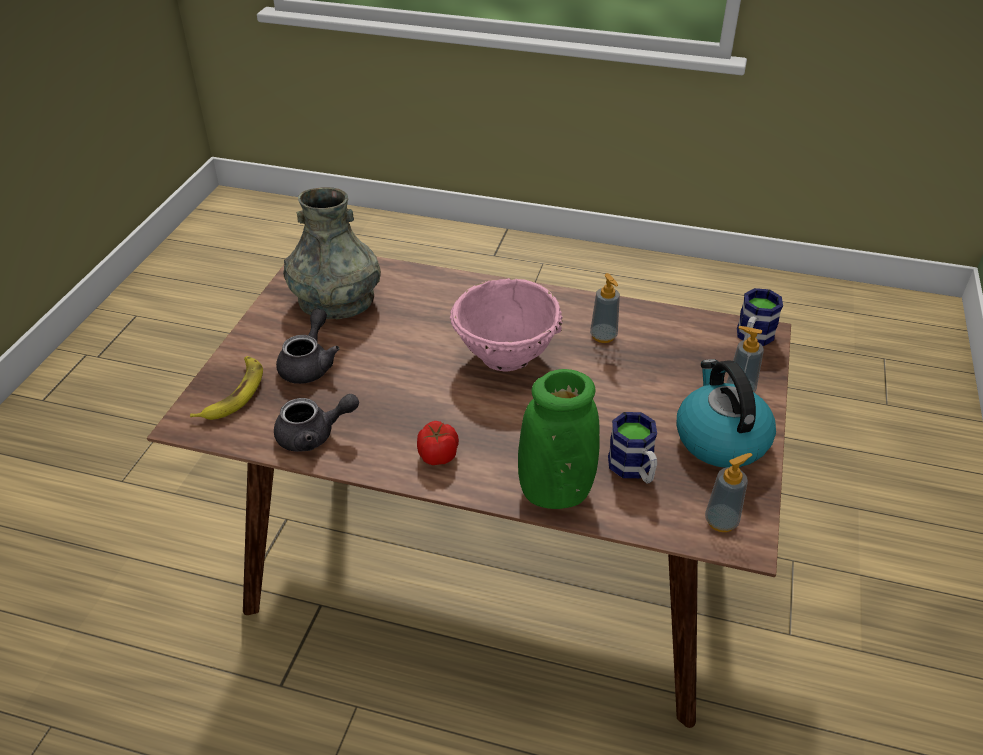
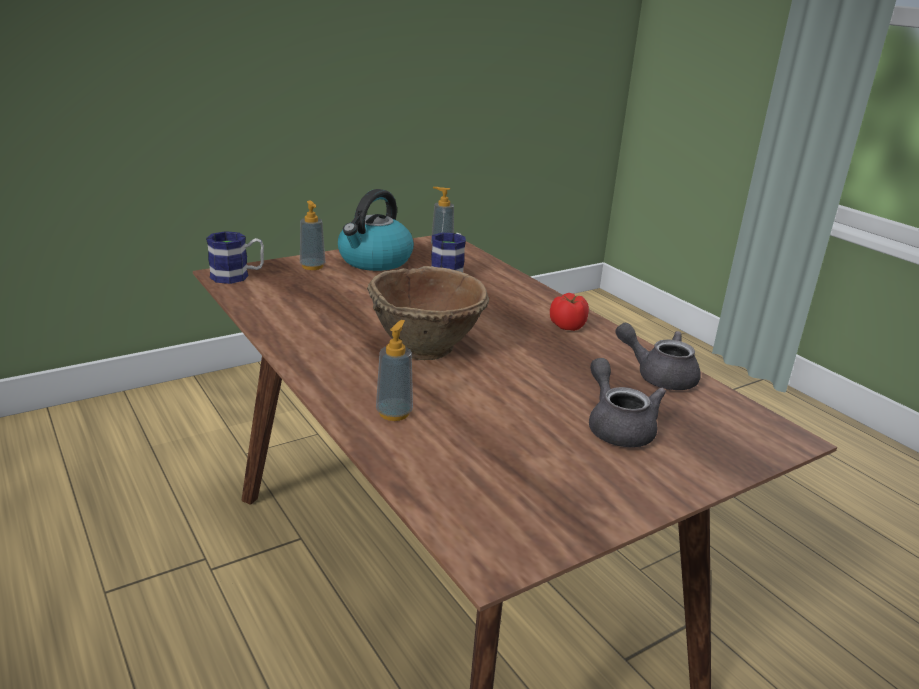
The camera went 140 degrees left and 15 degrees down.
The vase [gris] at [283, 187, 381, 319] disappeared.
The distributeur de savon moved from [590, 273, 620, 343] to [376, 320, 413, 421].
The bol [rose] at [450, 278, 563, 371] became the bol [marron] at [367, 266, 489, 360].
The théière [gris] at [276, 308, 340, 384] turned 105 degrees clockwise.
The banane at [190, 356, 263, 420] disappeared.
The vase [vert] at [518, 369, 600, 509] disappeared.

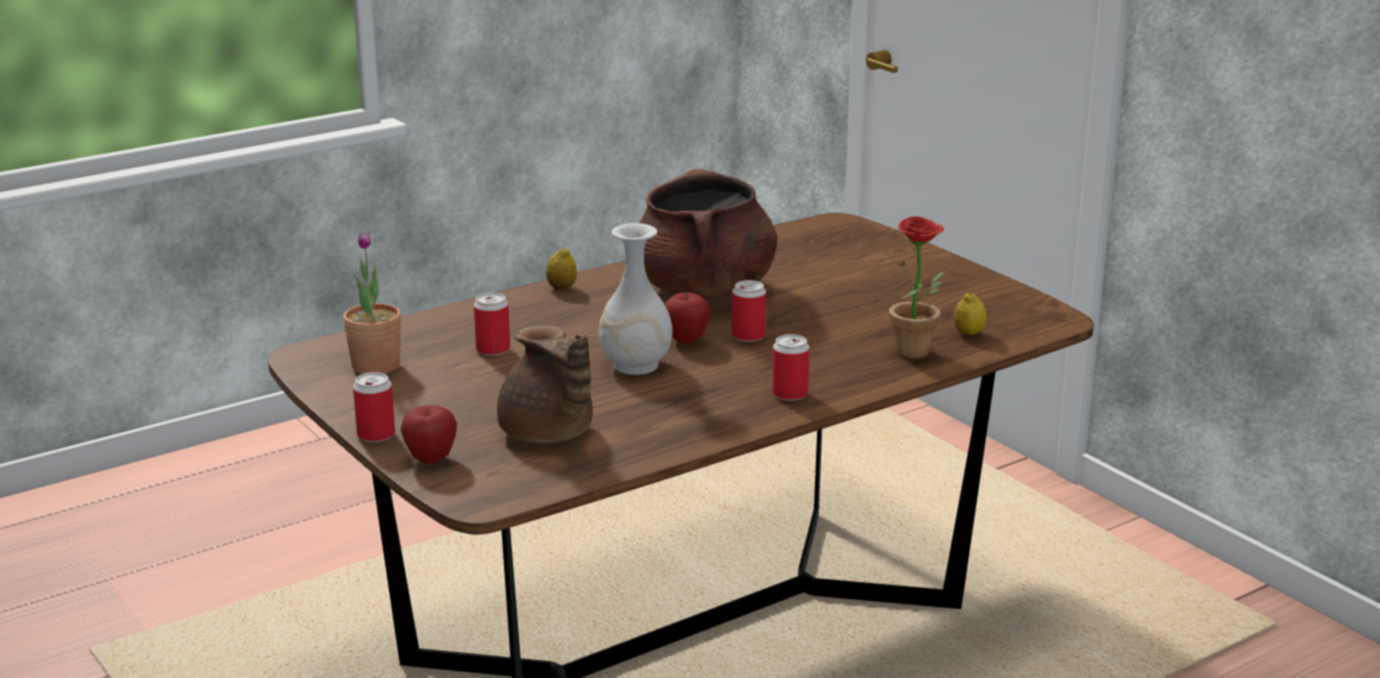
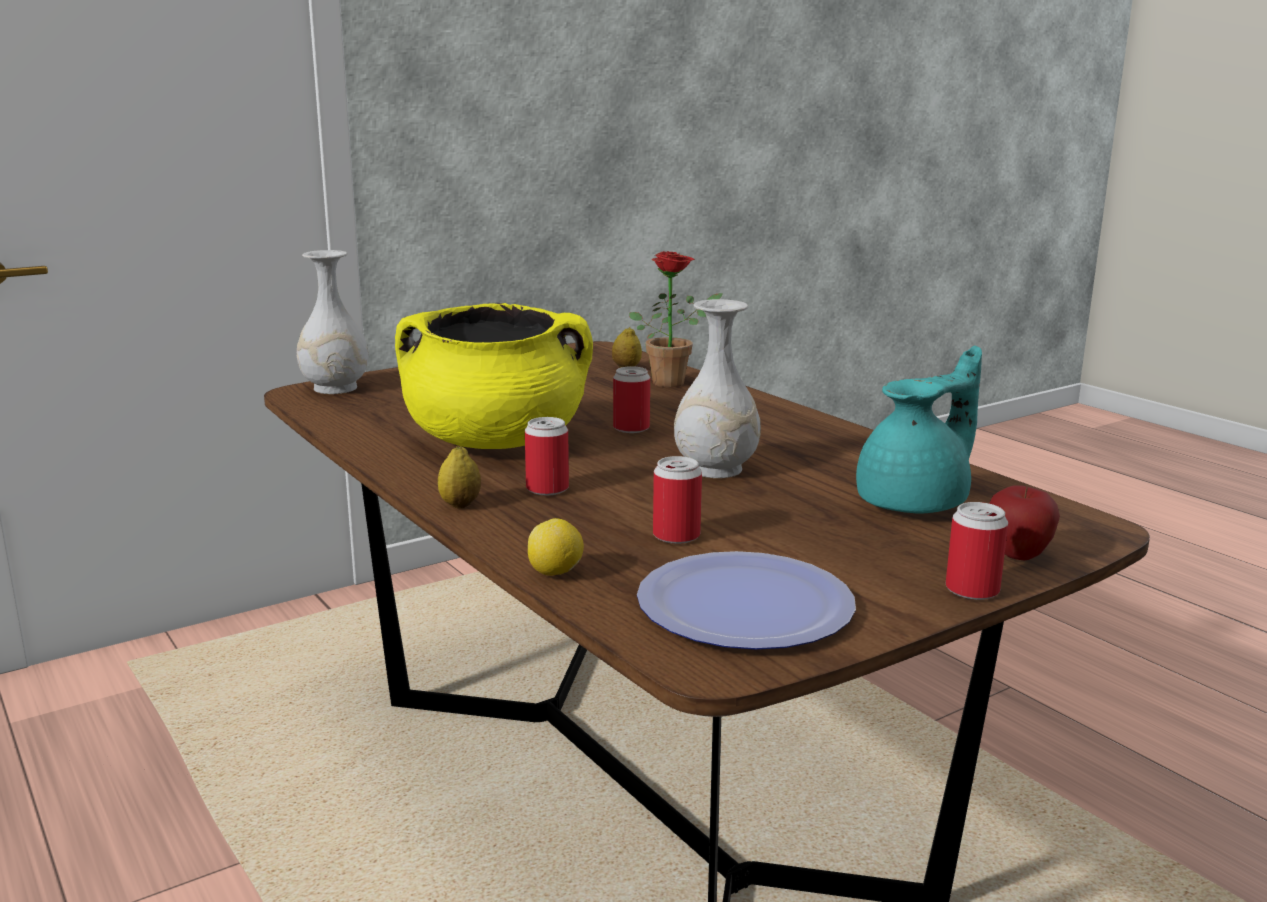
The camera went 90 degrees left and 5 degrees down.
The marmite [marron] at [639, 169, 777, 300] became the marmite [jaune] at [395, 303, 593, 449].
The plante en pot at [343, 231, 401, 374] was replaced by the assiette at [637, 551, 856, 650].
The pomme at [665, 293, 711, 344] disappeared.
The théière [marron] at [497, 326, 593, 443] became the théière [turquoise] at [856, 345, 982, 513].
The boîte métallique moved from [772, 334, 810, 401] to [525, 417, 569, 495].
The vase [blanc] at [297, 250, 369, 394] appeared.
The citron at [528, 518, 584, 576] appeared.

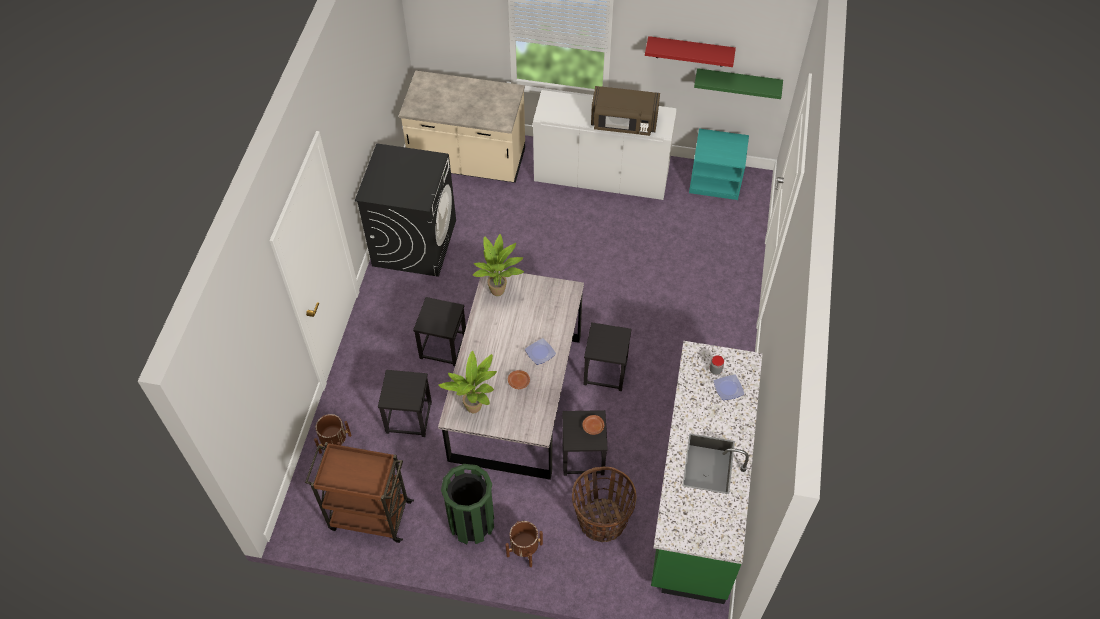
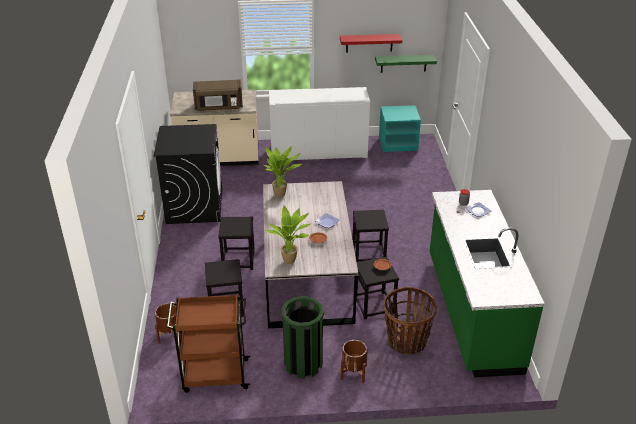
The camera went 15 degrees left and 20 degrees down.
The micro-ondes [marron] moved from [591, 86, 660, 136] to [193, 79, 243, 111].

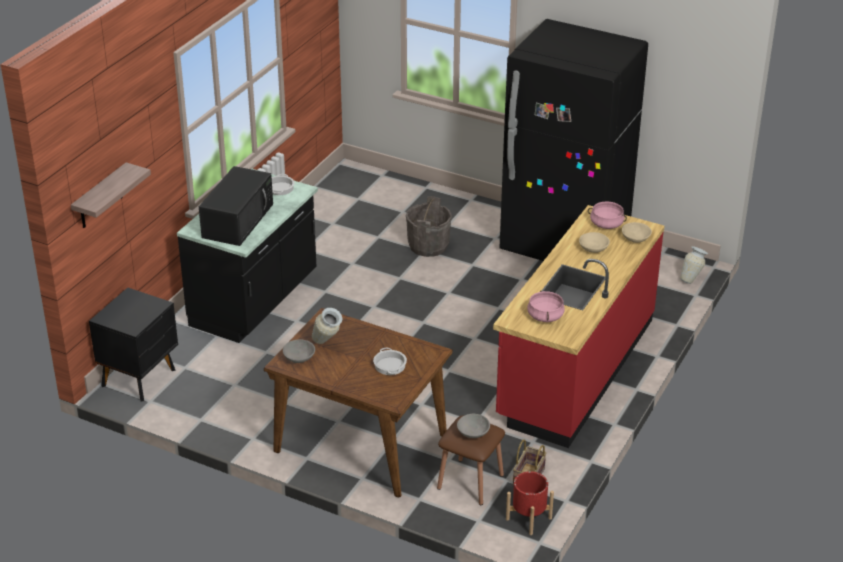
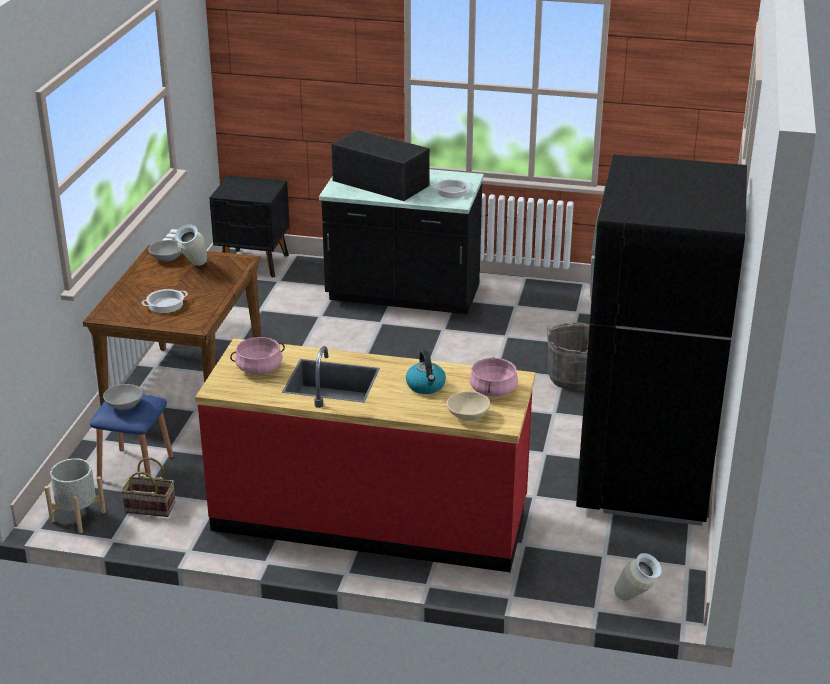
The camera went 75 degrees right and 5 degrees down.
The étagère at [71, 162, 151, 228] disappeared.
The micro-ondes [noir] at [199, 166, 273, 246] turned 150 degrees counterclockwise.
The bol [beige] at [579, 232, 610, 253] was replaced by the bouilloire at [406, 350, 446, 394].
The tabouret [marron] at [437, 415, 505, 505] became the tabouret [bleu] at [90, 395, 174, 480].
The cache-pot [rouge] at [506, 471, 554, 535] became the cache-pot [gris] at [44, 458, 106, 533].

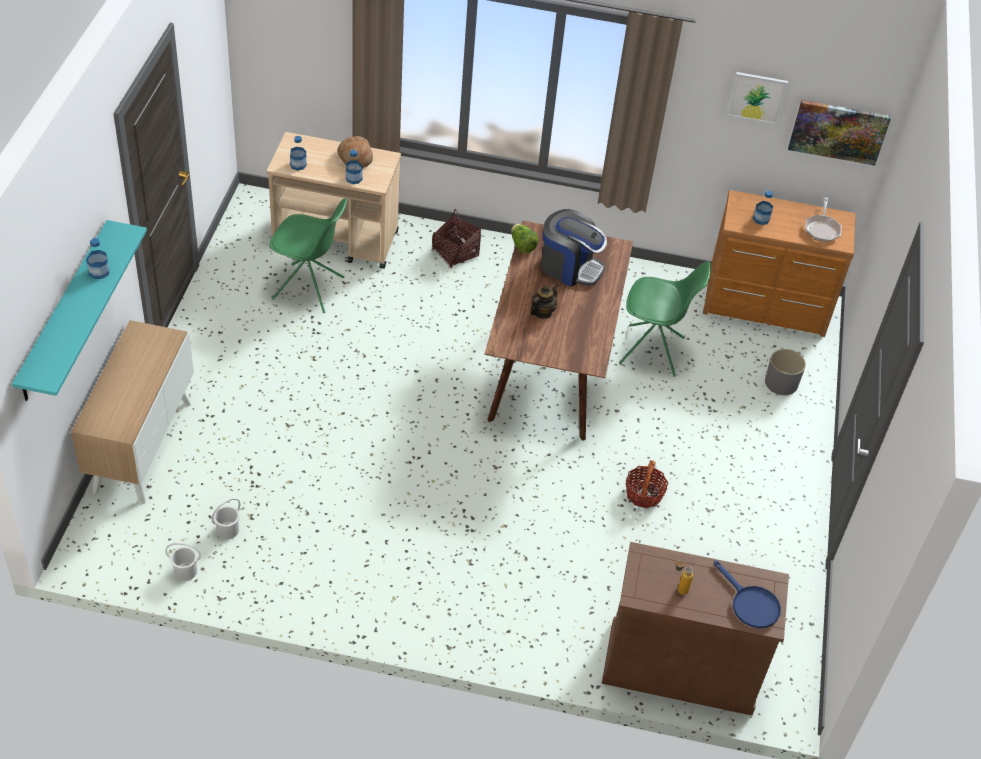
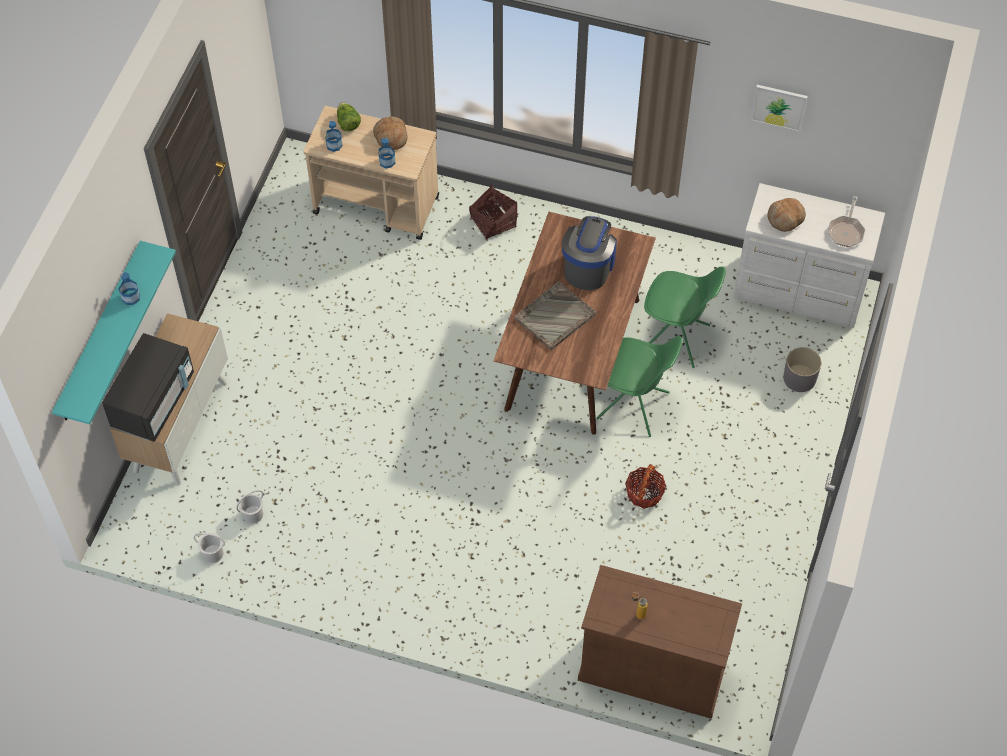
The camera went 10 degrees right and 10 degrees up.
The tableau at [788, 100, 891, 166] disappeared.
The commode [marron] at [703, 190, 856, 337] became the commode [blanc] at [733, 183, 885, 328].
The bouteille at [753, 191, 773, 225] was replaced by the pain at [767, 198, 806, 232].
The chaise [vert] moved from [269, 198, 347, 313] to [597, 336, 683, 437].
The machine à café at [541, 209, 607, 287] turned 105 degrees counterclockwise.
The laitue moved from [511, 224, 539, 253] to [337, 103, 361, 132].
The théière at [530, 284, 559, 319] was replaced by the plateau [gris] at [515, 281, 596, 350].
The poêle [bleu] at [714, 560, 781, 628] disappeared.
The micro-ondes [noir] at [102, 333, 194, 442] appeared.

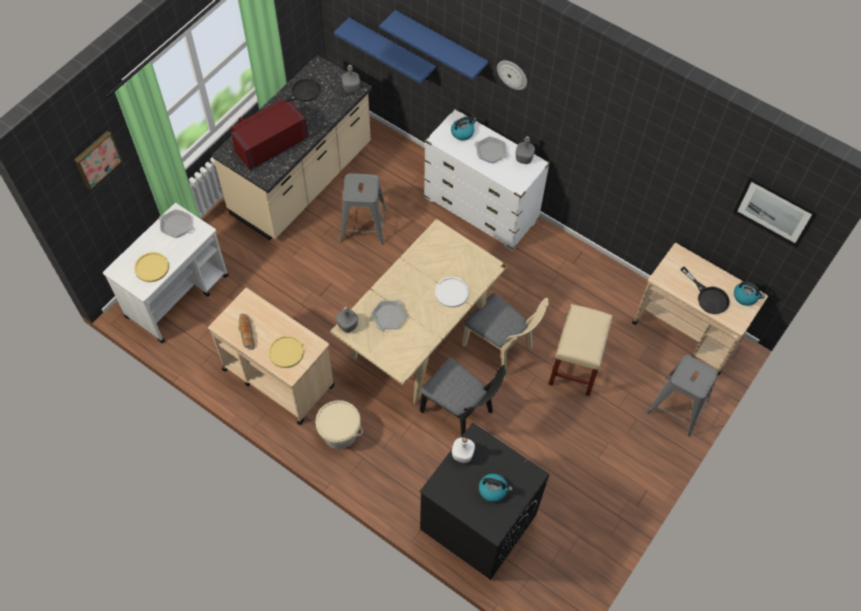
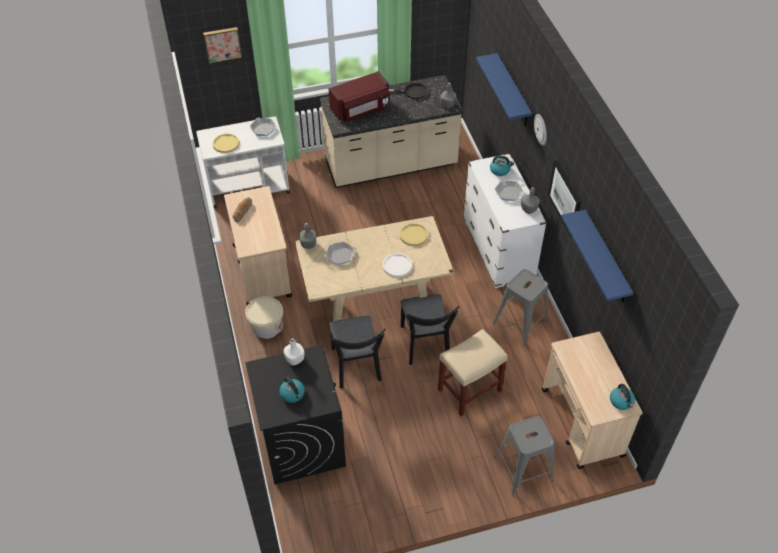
The camera went 40 degrees right and 10 degrees down.
The étagère [bleu] moved from [334, 17, 436, 84] to [561, 210, 633, 303].
The micro-ondes [rouge] at [230, 99, 308, 171] turned 150 degrees clockwise.
The tabouret [gris] moved from [340, 173, 387, 245] to [493, 269, 549, 345].
The tableau moved from [733, 175, 819, 248] to [548, 160, 581, 237].
The poêle [noir] at [681, 266, 730, 314] disappeared.
The chaise [beige] at [462, 293, 549, 378] became the chaise [noir] at [400, 294, 459, 365].
The assiette [jaune] moved from [268, 335, 304, 368] to [400, 223, 428, 246].

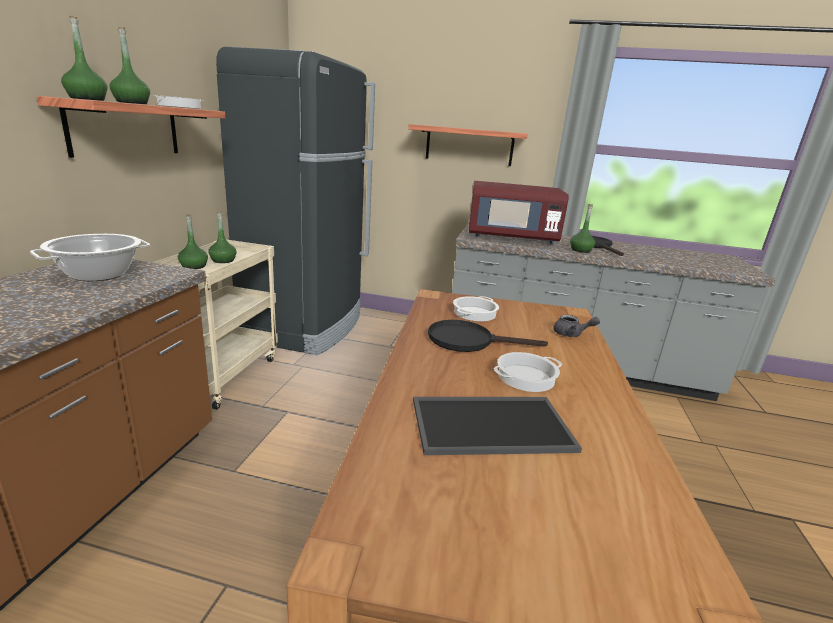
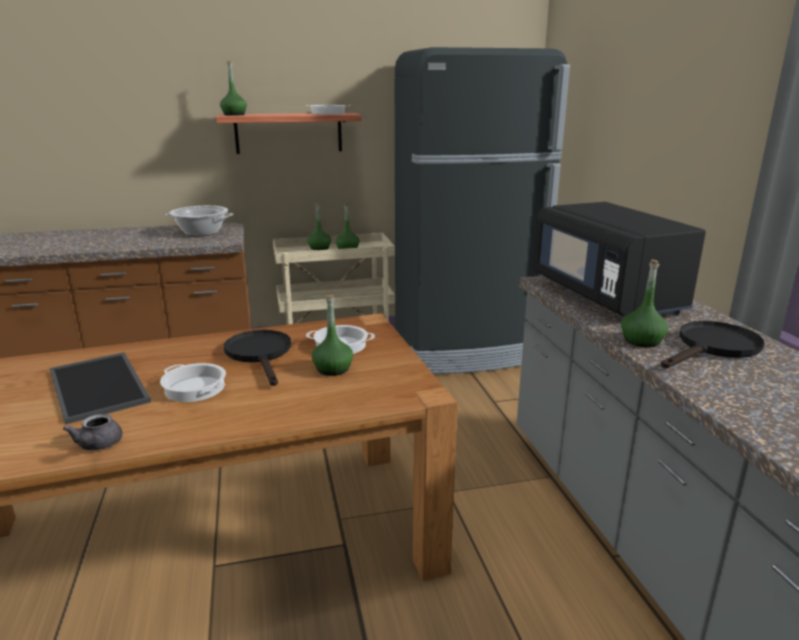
The camera went 65 degrees right and 0 degrees up.
The bouteille [vert] moved from [109, 27, 150, 104] to [312, 294, 353, 376].
The étagère at [408, 124, 528, 166] disappeared.
The micro-ondes [rouge] at [469, 181, 569, 244] became the micro-ondes [noir] at [533, 202, 706, 316].
The théière [gris] moved from [553, 315, 600, 337] to [63, 414, 122, 450].

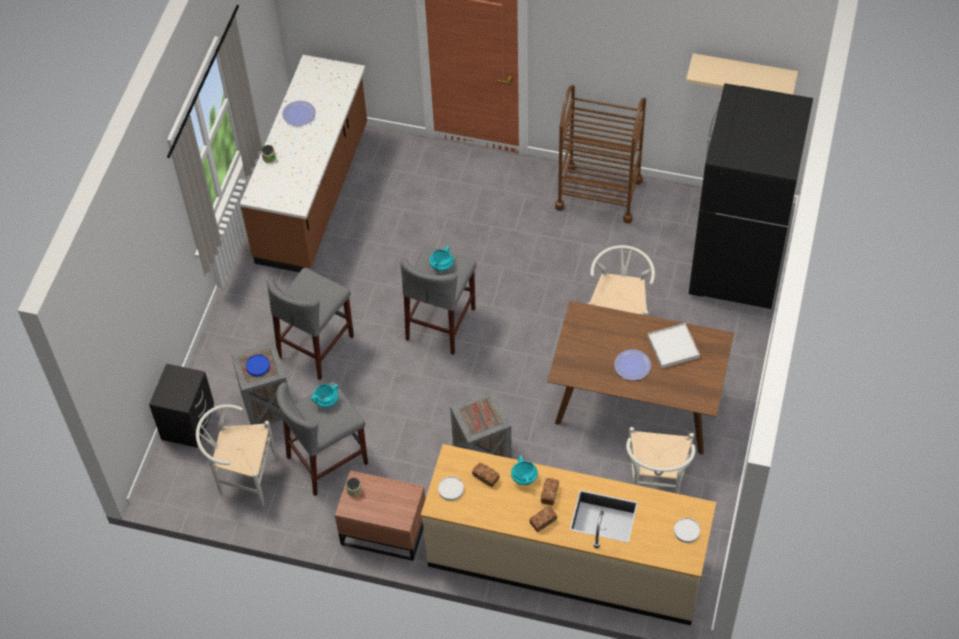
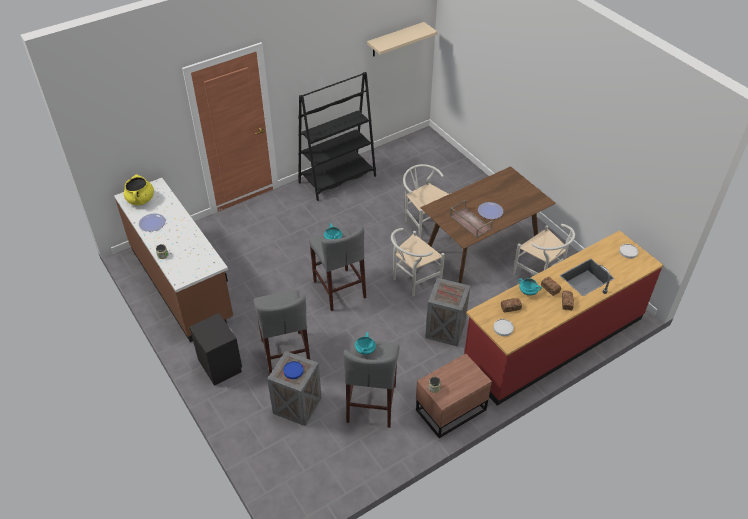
The camera went 50 degrees left and 10 degrees down.
The réfrigérateur [noir] at [689, 83, 813, 310] disappeared.
The chariot [marron] at [555, 85, 646, 224] was replaced by the bibliothèque [noir] at [298, 72, 376, 201].
The plateau [blanc] at [648, 323, 700, 368] disappeared.
The table de chevet [noir] moved from [149, 364, 214, 448] to [189, 313, 242, 386].
The chaise [blanc] moved from [196, 404, 276, 506] to [391, 228, 445, 296].
The comptoir de cuisine [beige] at [421, 444, 716, 625] became the comptoir de cuisine [rouge] at [464, 230, 663, 406].
The marmite [jaune] at [124, 174, 154, 206] appeared.
The plateau [marron] at [450, 200, 493, 238] appeared.

